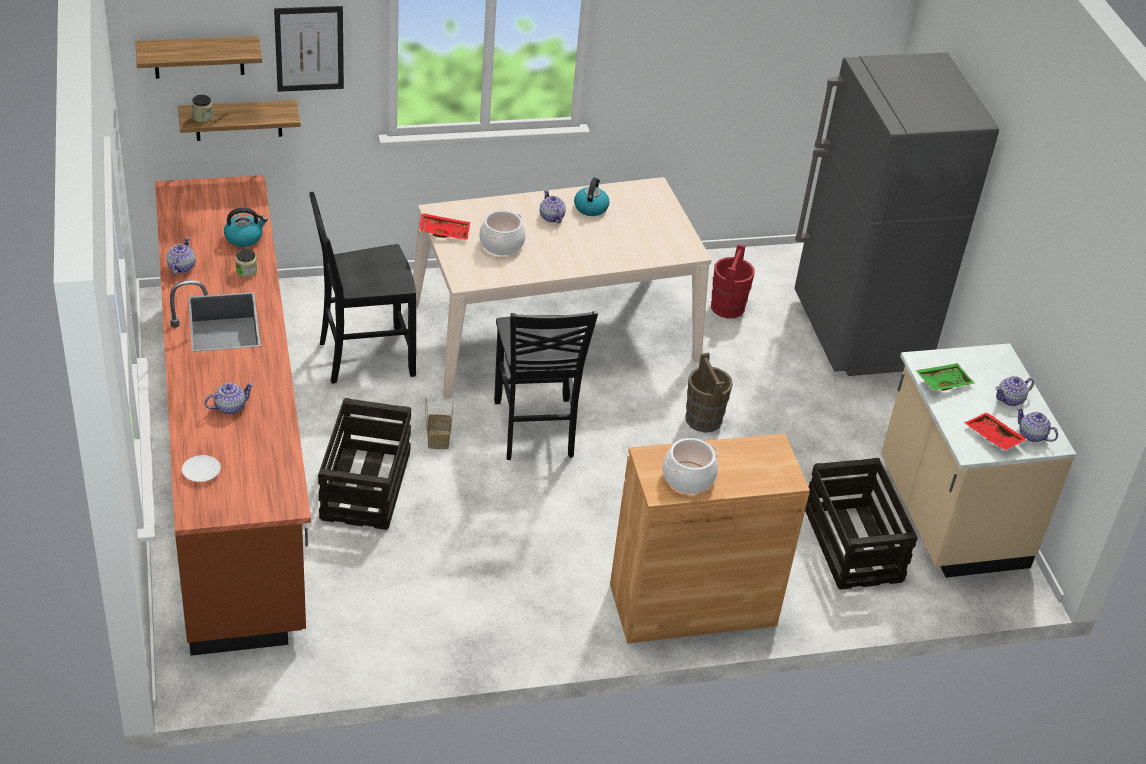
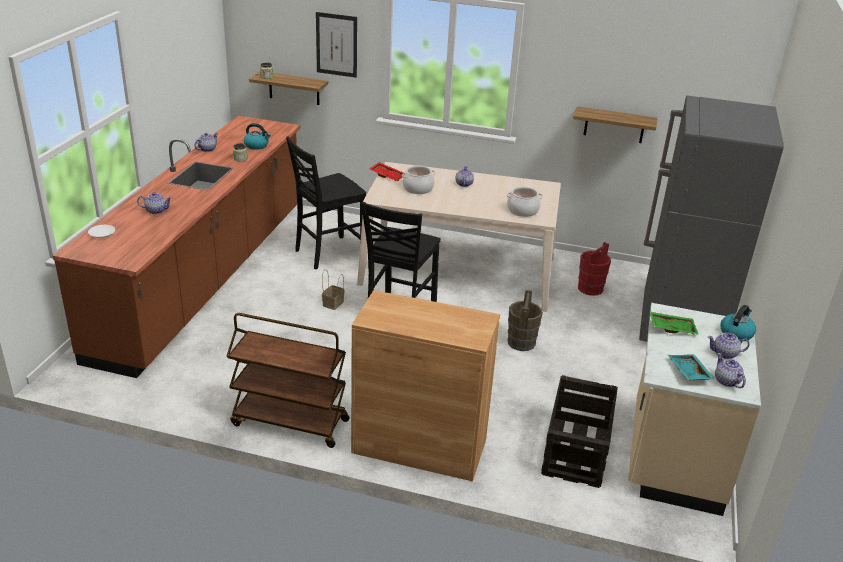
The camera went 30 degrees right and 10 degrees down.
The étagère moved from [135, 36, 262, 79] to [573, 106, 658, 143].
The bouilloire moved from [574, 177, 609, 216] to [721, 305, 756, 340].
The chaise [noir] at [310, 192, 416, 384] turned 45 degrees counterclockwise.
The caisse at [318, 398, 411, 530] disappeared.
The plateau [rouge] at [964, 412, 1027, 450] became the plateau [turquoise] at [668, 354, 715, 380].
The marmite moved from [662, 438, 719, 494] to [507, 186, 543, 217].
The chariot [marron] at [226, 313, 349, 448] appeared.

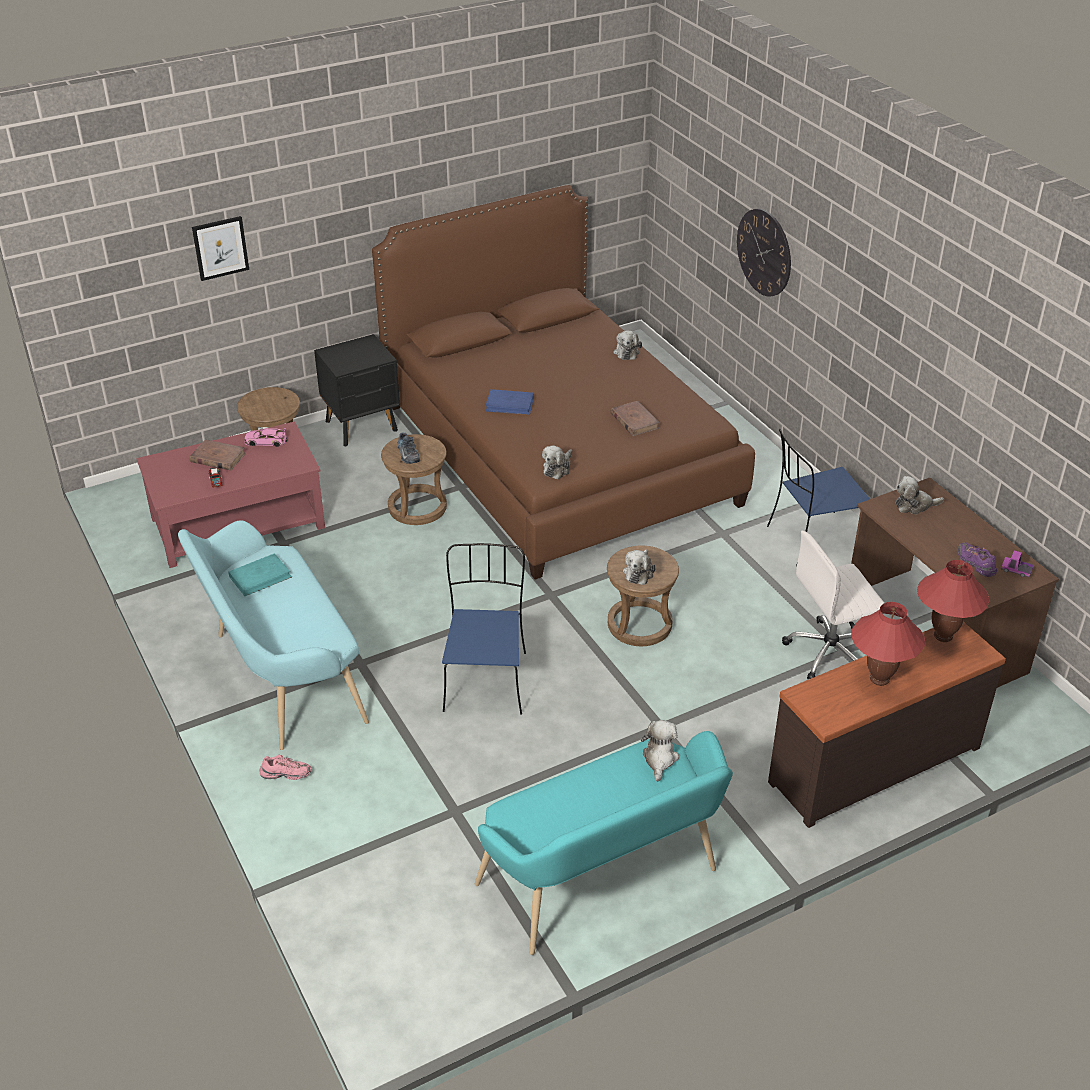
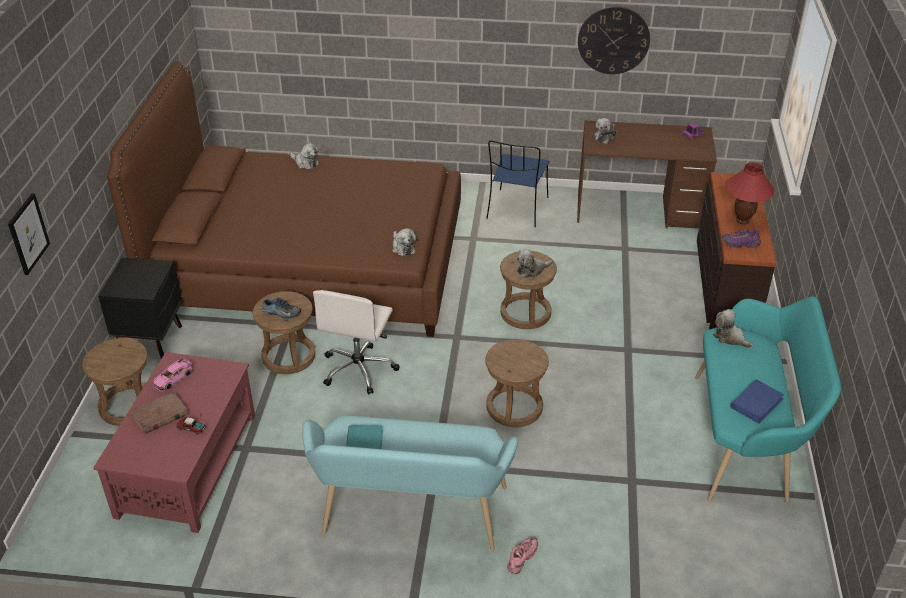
The camera went 55 degrees left and 0 degrees up.
The horloge murale moved from [737, 209, 791, 297] to [578, 6, 650, 74].
The livre [bleu] moved from [485, 389, 534, 415] to [730, 379, 784, 424].
The livre [marron] at [610, 401, 660, 436] disappeared.
The chaise de bureau [blanc] moved from [782, 531, 884, 679] to [313, 290, 400, 394].
The chaussure [violet] moved from [958, 542, 997, 577] to [722, 229, 761, 248].
The chaise [bleu] at [442, 543, 526, 715] was replaced by the tabouret [marron] at [485, 339, 549, 427].
The peluche at [623, 549, 656, 585] turned 105 degrees clockwise.
The lampe de table [rouge] at [917, 560, 990, 642] disappeared.

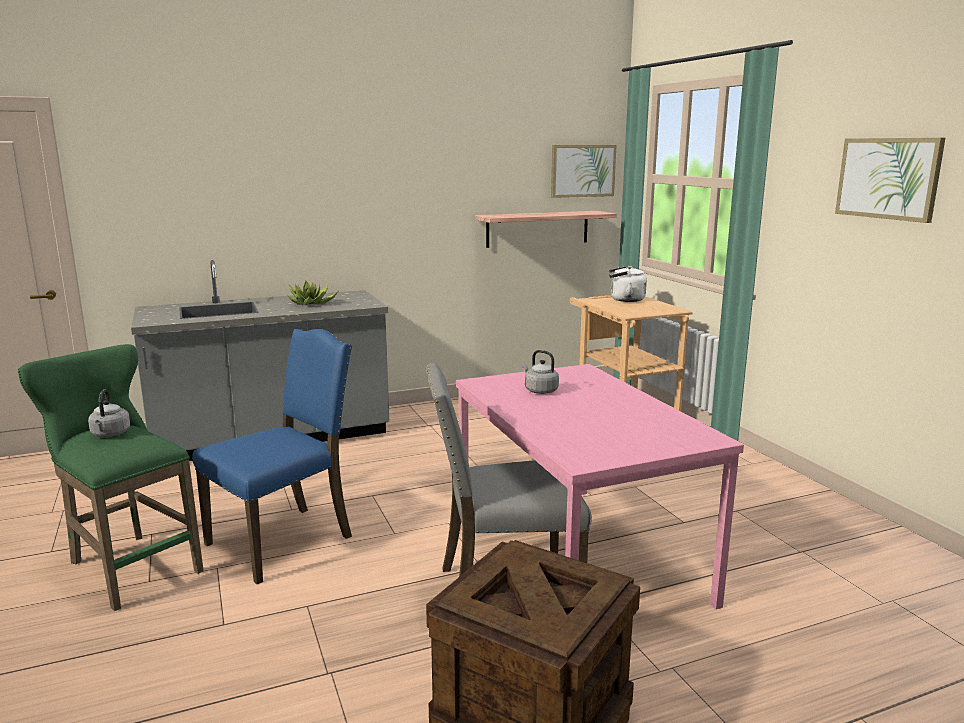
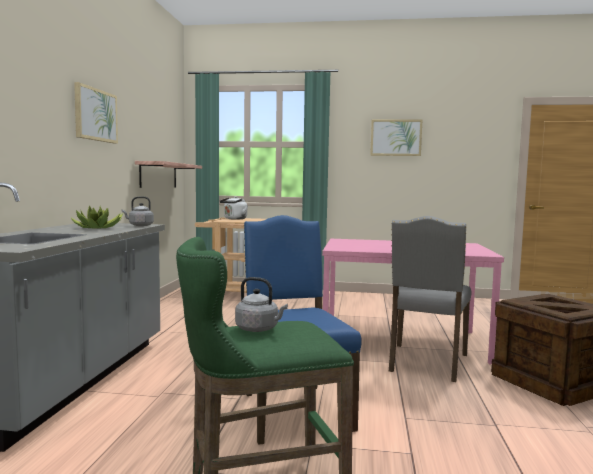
The camera went 60 degrees left and 10 degrees down.
The tableau moved from [551, 145, 617, 198] to [74, 82, 118, 144].
The bouilloire [gris] moved from [522, 350, 559, 394] to [122, 196, 154, 226].

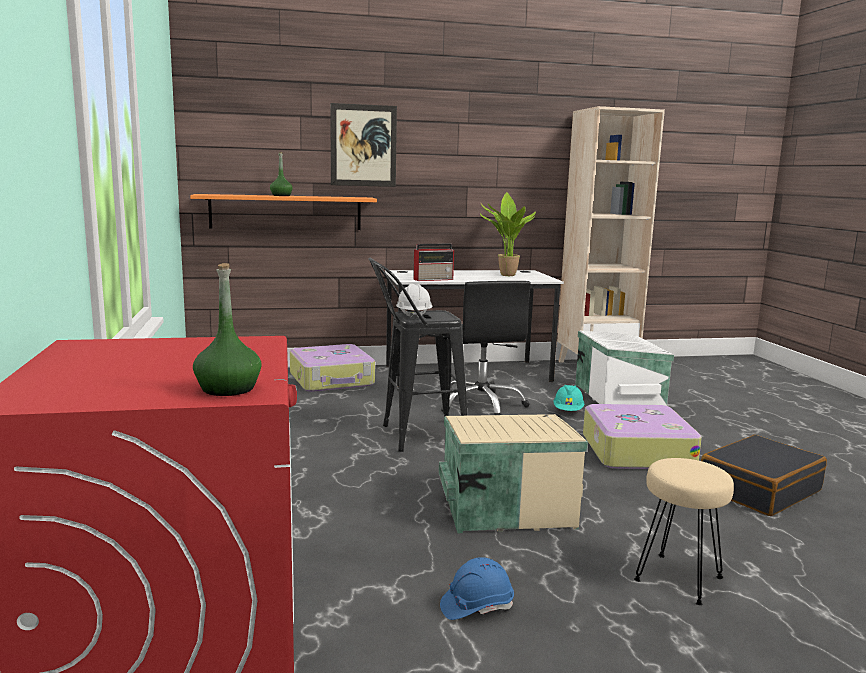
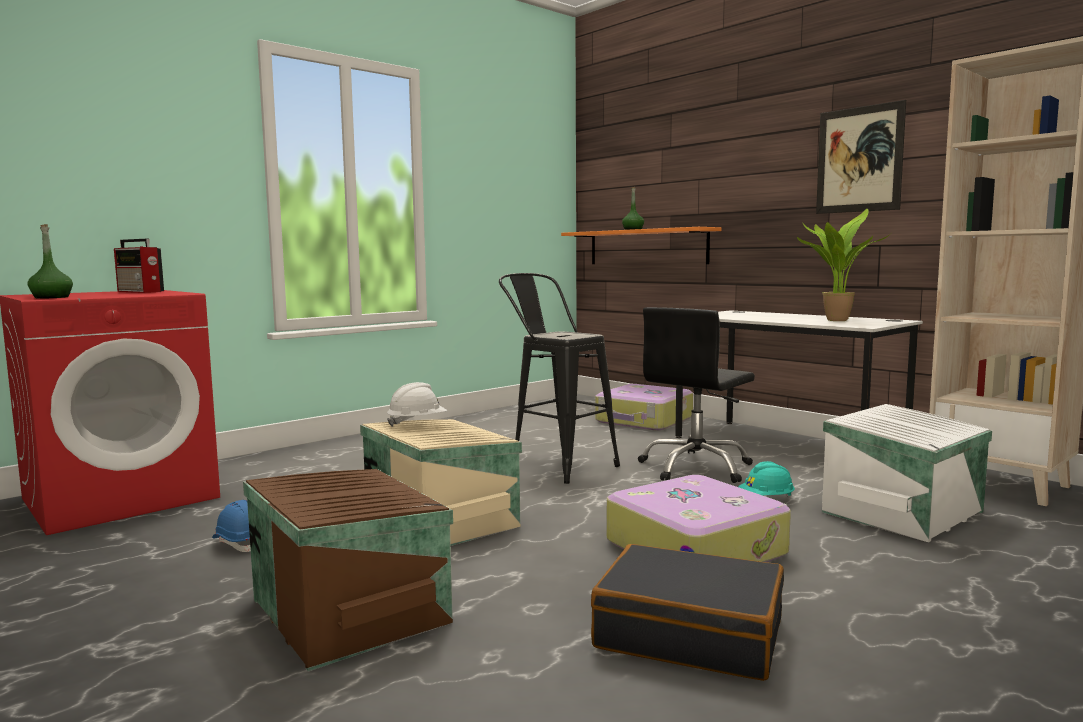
The camera went 60 degrees right and 5 degrees down.
The tableau moved from [330, 103, 397, 187] to [816, 100, 906, 214].
The radio moved from [413, 244, 454, 281] to [114, 239, 164, 293].
The casque de chantier [blanc] moved from [396, 284, 432, 320] to [387, 382, 447, 427].
The tabouret [beige] at [634, 458, 734, 605] was replaced by the boîte de rangement [marron] at [243, 469, 453, 672].

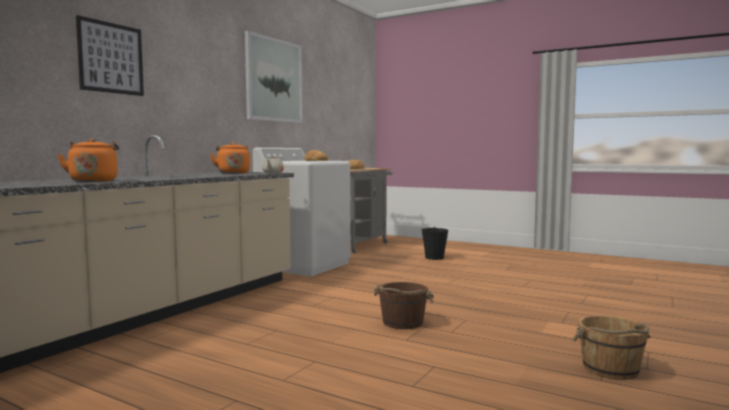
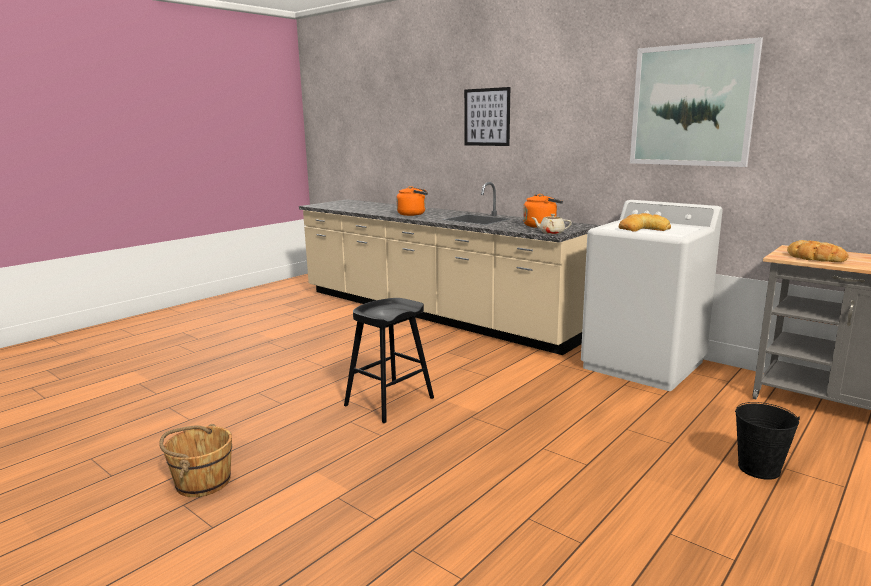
The camera went 100 degrees right and 10 degrees up.
The seau [marron] at [374, 282, 434, 329] was replaced by the tabouret [noir] at [344, 298, 434, 423].

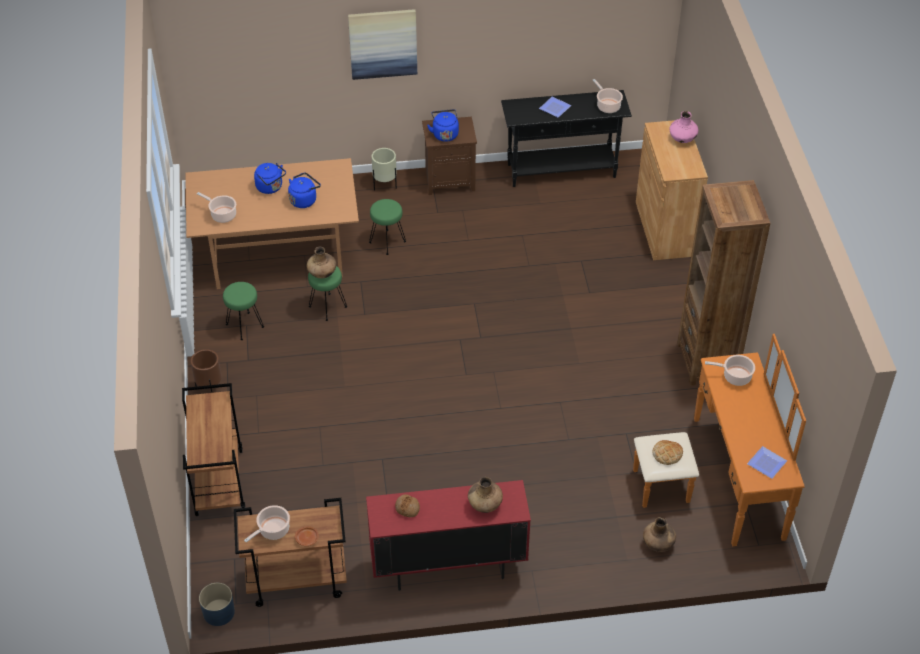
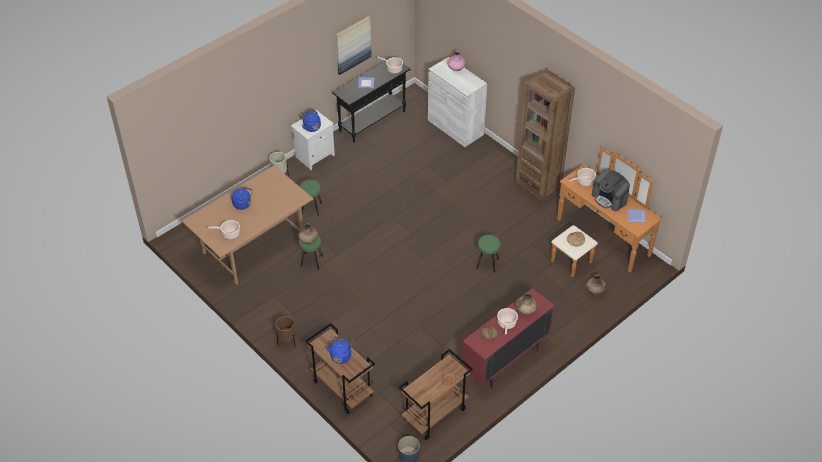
The camera went 35 degrees left and 0 degrees up.
The tableau moved from [348, 9, 417, 80] to [336, 16, 372, 75].
The table de chevet [marron] at [422, 117, 477, 195] became the table de chevet [blanc] at [291, 110, 335, 170].
The meuble de rangement [marron] at [636, 120, 708, 260] became the meuble de rangement [blanc] at [428, 57, 487, 147].
The bouilloire [bleu] moved from [288, 172, 321, 208] to [326, 337, 353, 364].
The tabouret [vert] moved from [223, 282, 264, 340] to [477, 235, 501, 272].
The marmite moved from [244, 505, 290, 543] to [497, 308, 518, 334].
The machine à café at [592, 170, 630, 211] appeared.

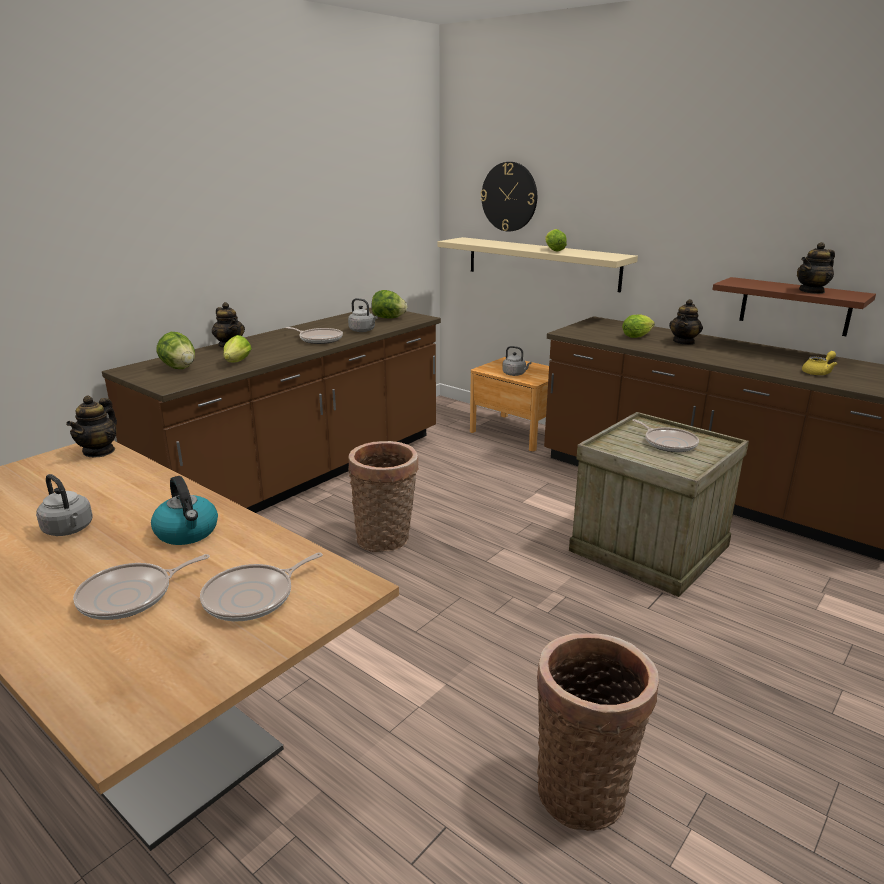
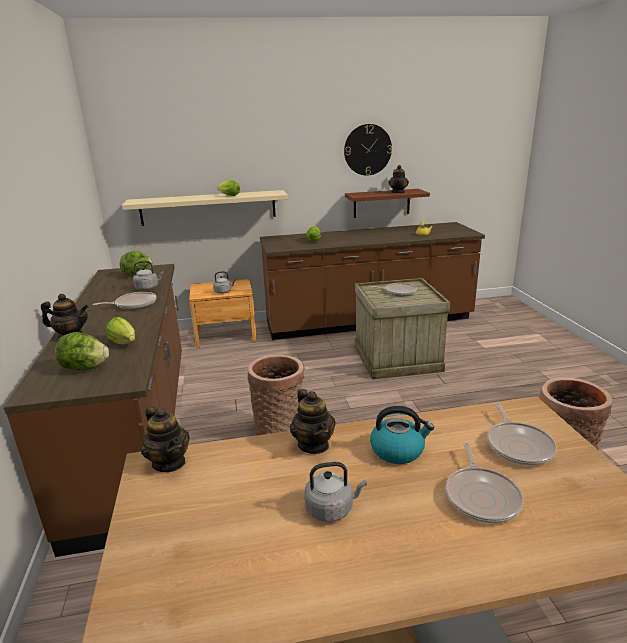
The camera went 50 degrees left and 0 degrees up.
The horloge murale moved from [480, 162, 537, 231] to [344, 124, 392, 176].
The théière moved from [669, 299, 703, 345] to [290, 389, 336, 454].

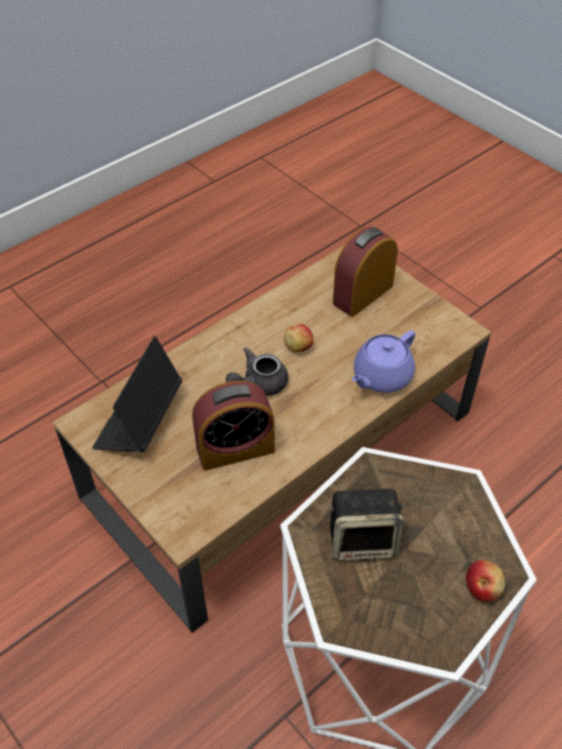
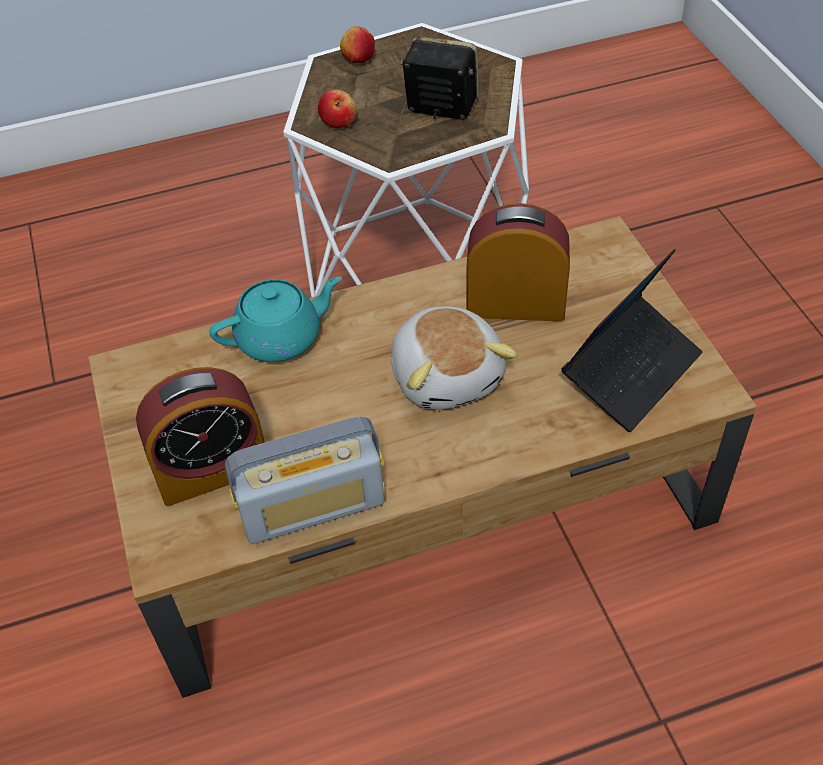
The camera went 155 degrees left and 0 degrees up.
The pomme moved from [284, 324, 314, 352] to [318, 90, 357, 128].
The théière [violet] at [352, 330, 415, 393] became the théière [turquoise] at [209, 277, 342, 362].
The théière [gris] at [226, 347, 288, 396] was replaced by the peluche at [391, 307, 518, 410].
The radio at [225, 416, 385, 544] appeared.

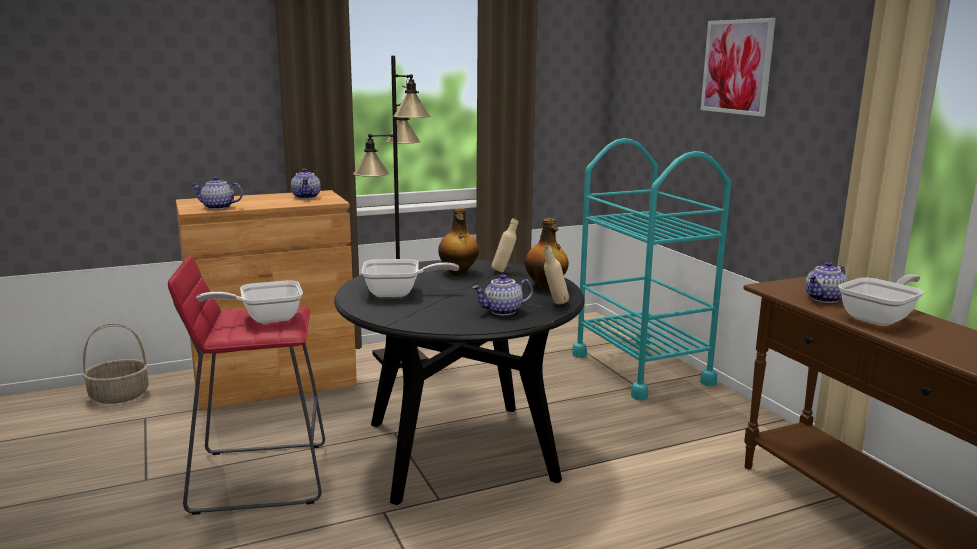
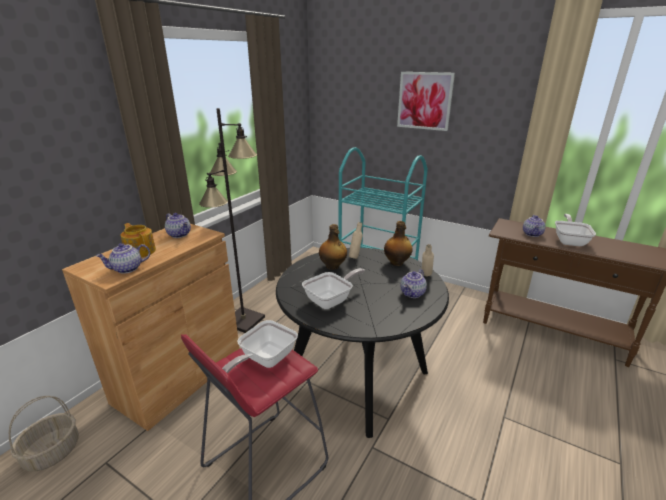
The camera went 35 degrees left and 10 degrees up.
The théière at [121, 223, 156, 257] appeared.

